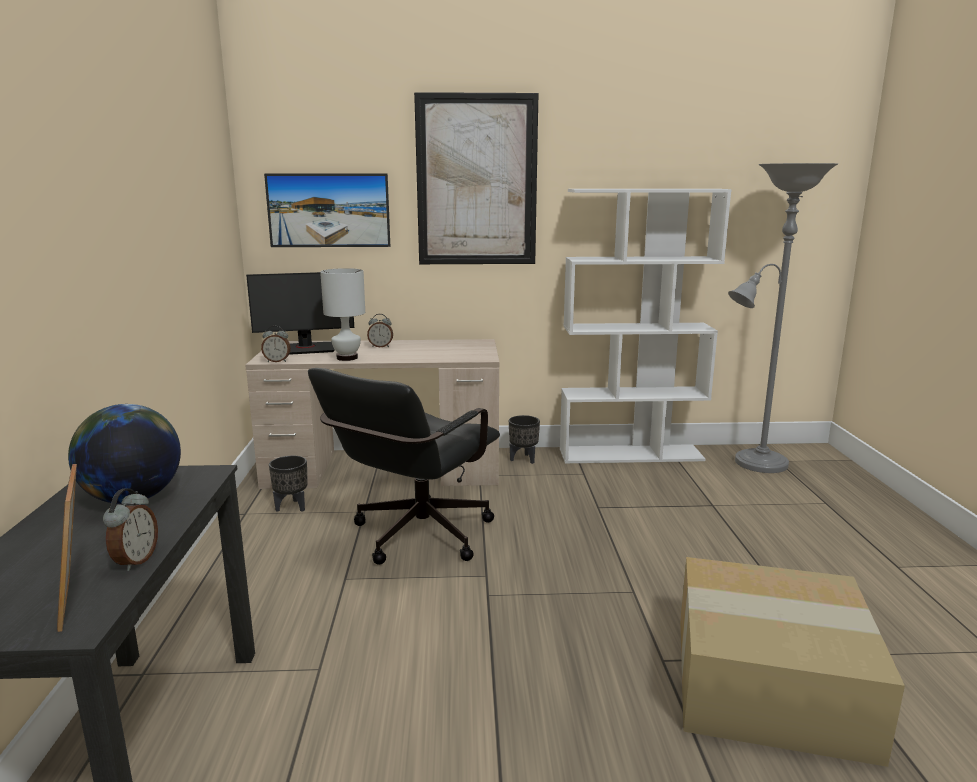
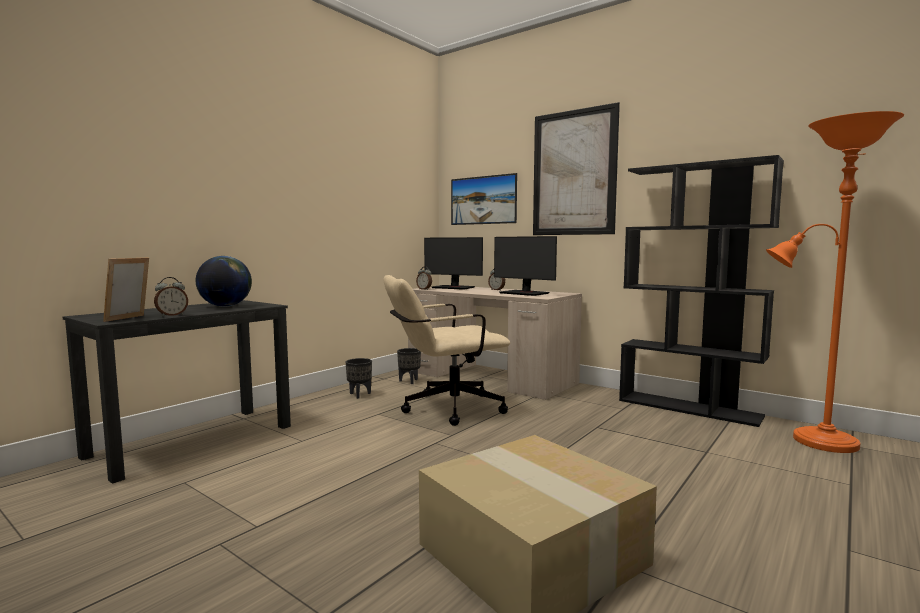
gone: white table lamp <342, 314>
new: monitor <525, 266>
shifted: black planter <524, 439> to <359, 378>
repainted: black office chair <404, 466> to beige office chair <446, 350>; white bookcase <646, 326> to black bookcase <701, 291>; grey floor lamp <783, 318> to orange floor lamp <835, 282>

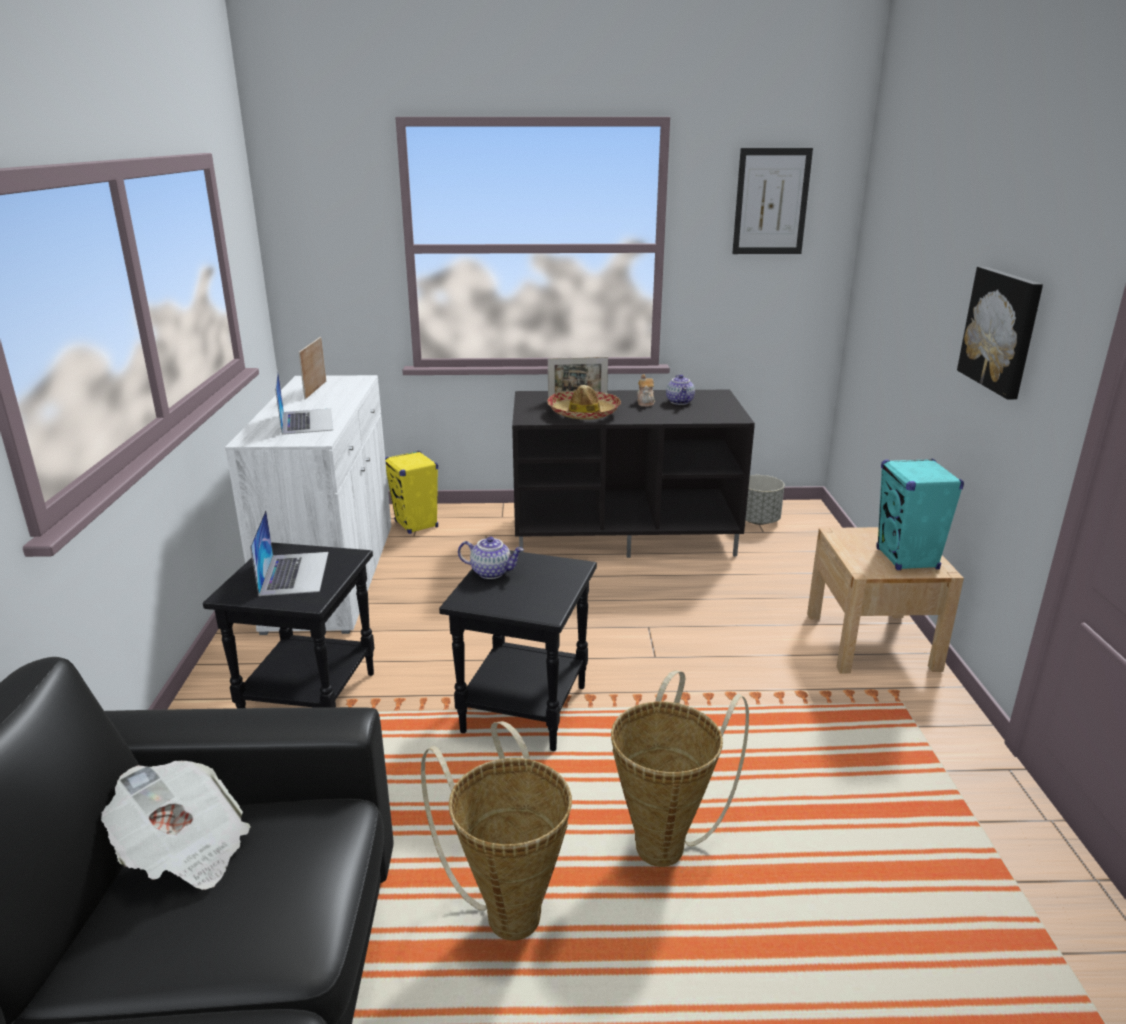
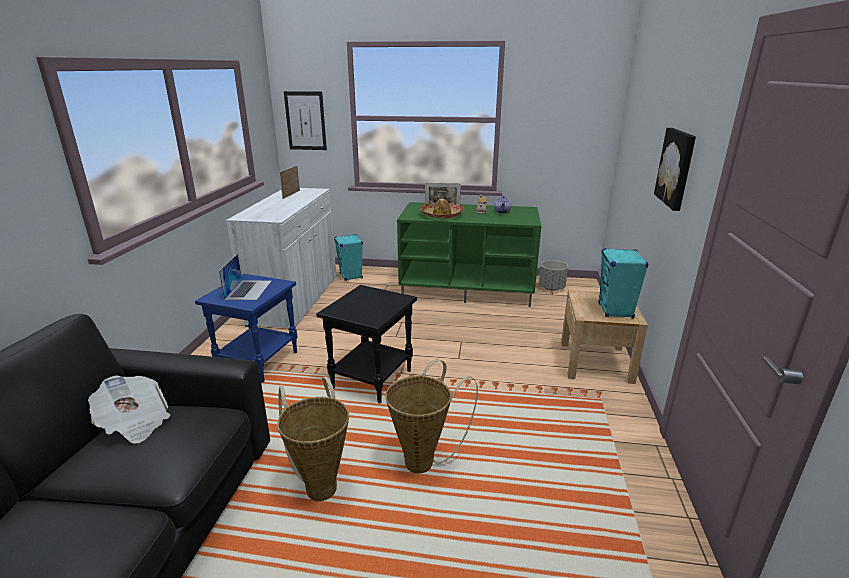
gone: laptop <304, 402>; teapot <491, 557>
shifted: picture <772, 201> to <305, 120>
repainted: black side table <289, 625> to blue side table <246, 328>; yellow speaker <411, 492> to turquoise speaker <348, 257>; black tv stand <633, 474> to green tv stand <469, 254>

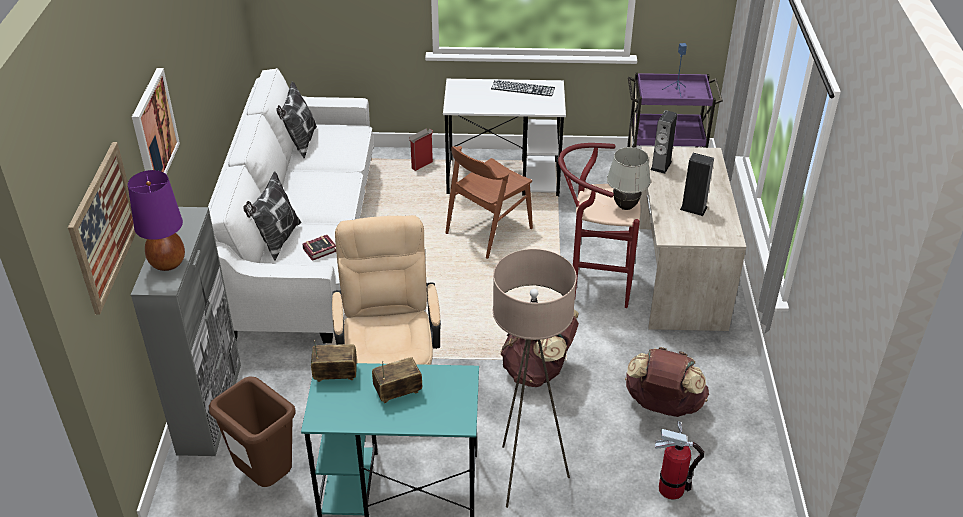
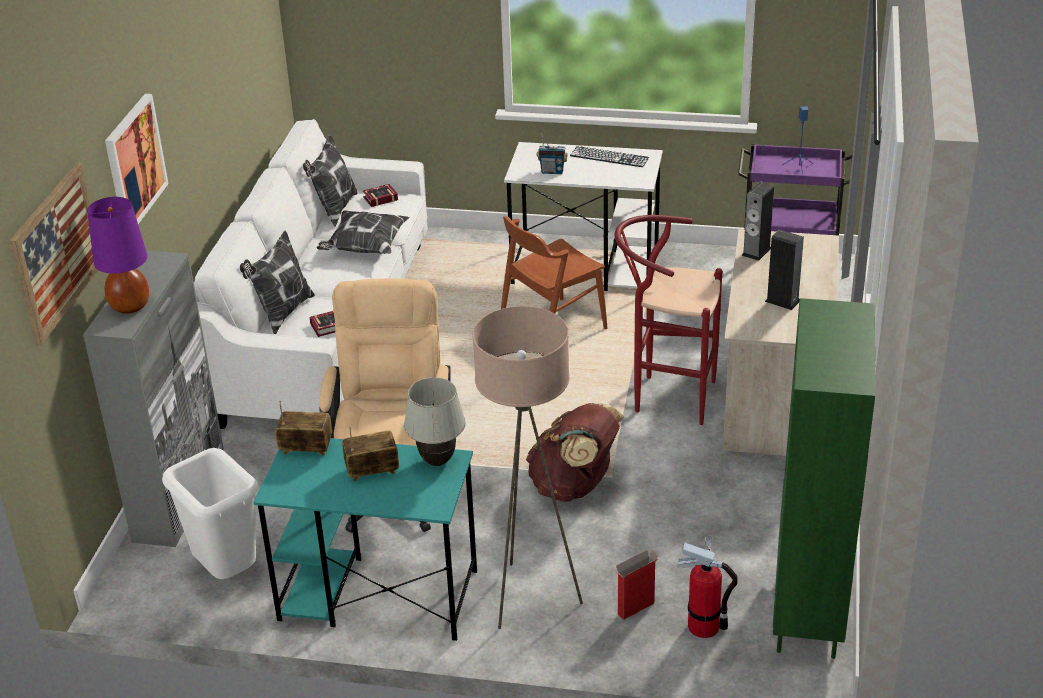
gone: brown backpack <667, 382>
new: pillow <362, 232>; book <380, 195>; radio <552, 153>; green bookcase <824, 478>
shifted: cardboard box <420, 149> to <637, 585>; white table lamp <629, 178> to <435, 421>
repainted: brown trash can <252, 431> to white trash can <210, 513>

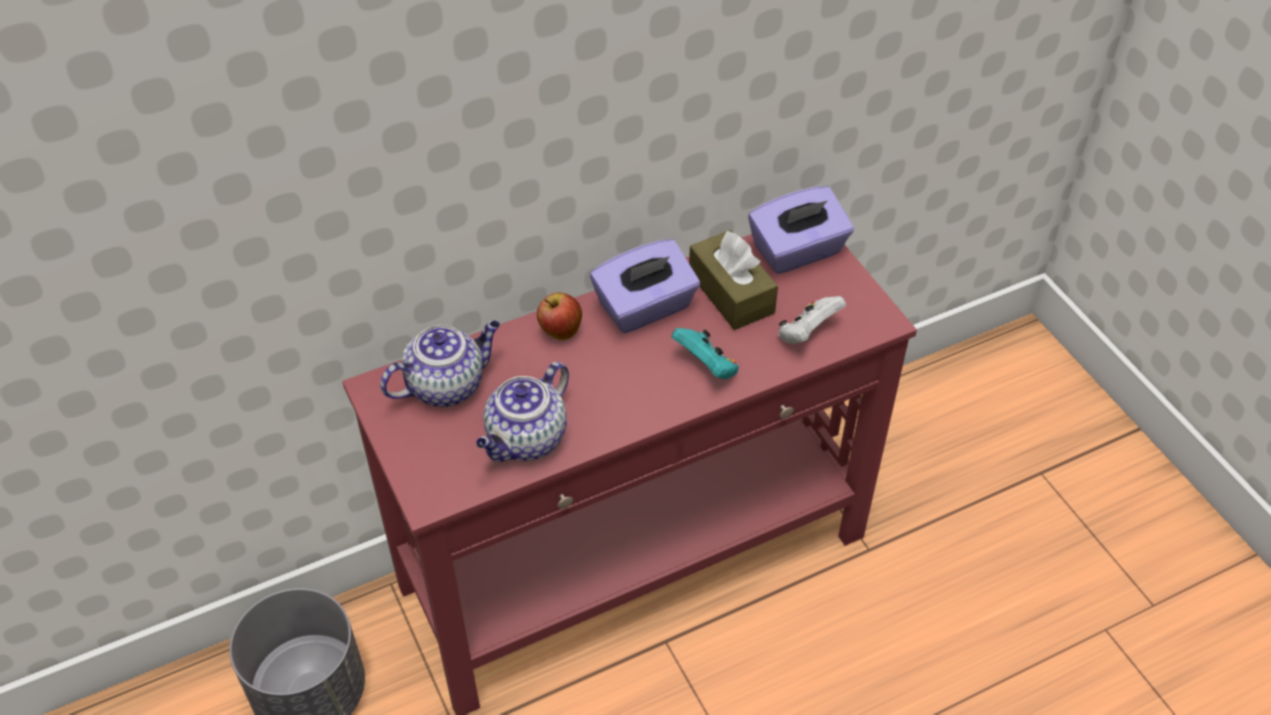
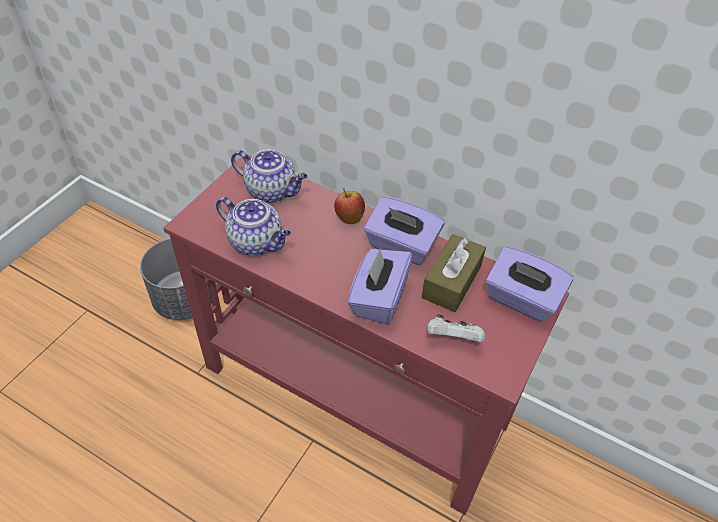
swapped: turquoise game controller <705, 353> to purple tissue box <380, 287>
rotated: teapot <522, 412> = <253, 226> 150 degrees counterclockwise

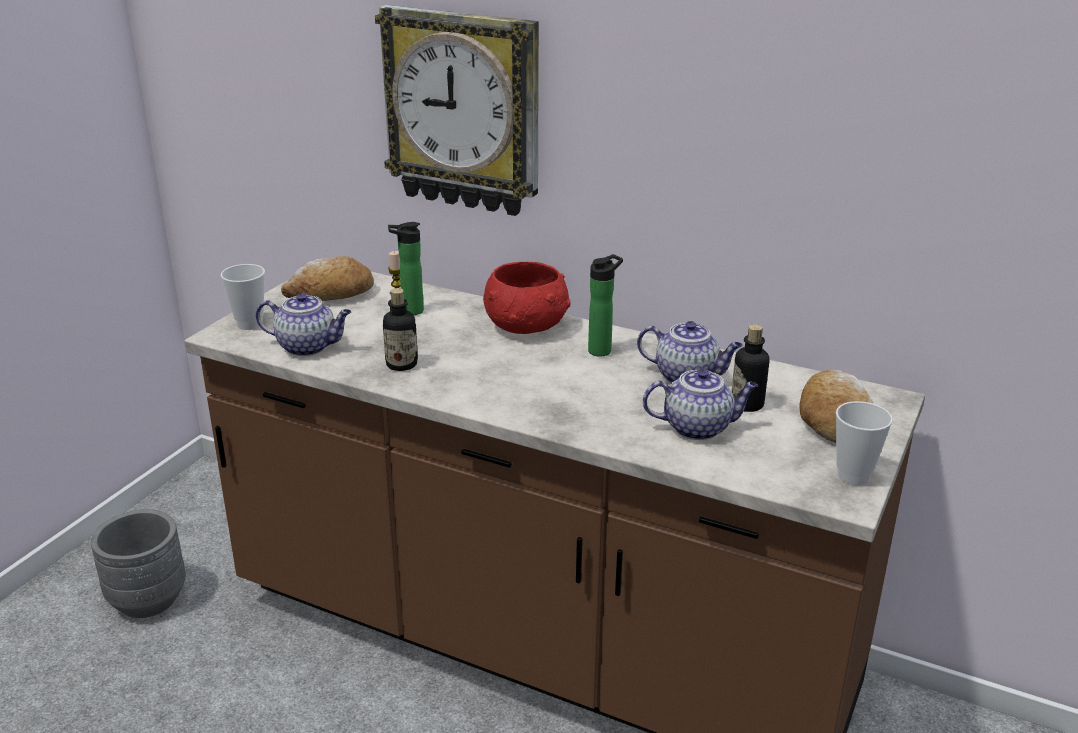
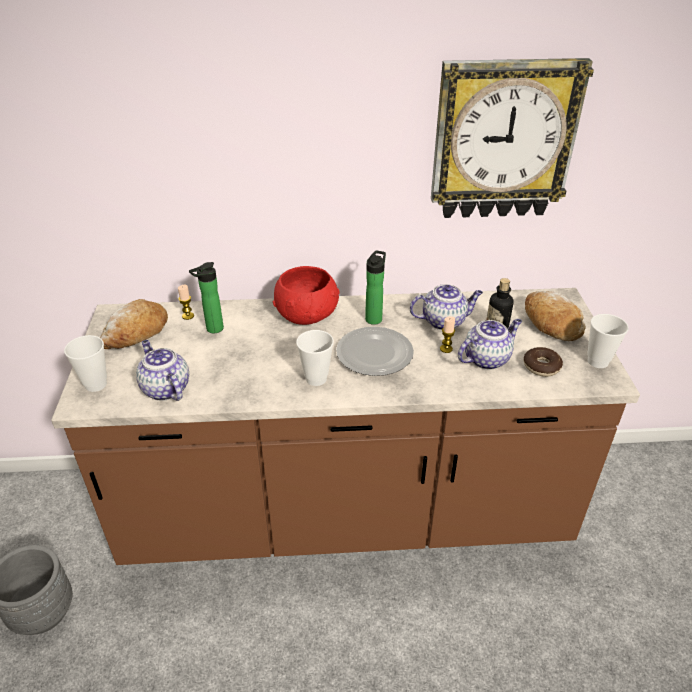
gone: bottle <400, 329>
new: cup <315, 358>; plate <375, 351>; candle <447, 334>; donut <543, 362>
shifted: wall clock <457, 110> to <512, 138>
rotated: teapot <303, 324> = <162, 370> 105 degrees counterclockwise

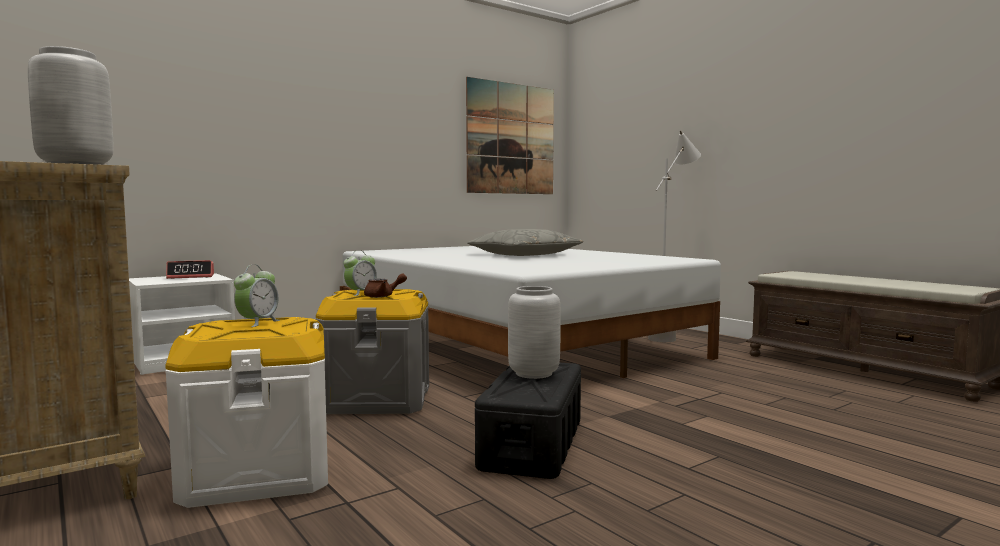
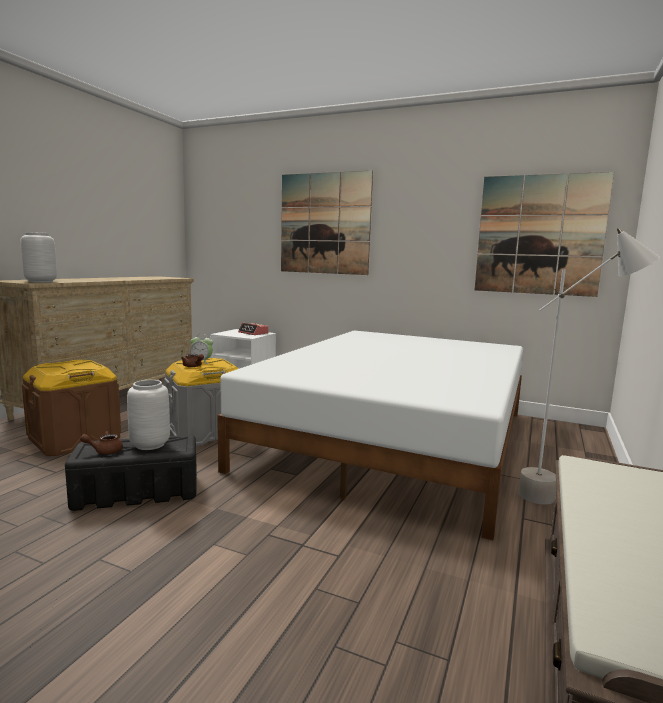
gone: alarm clock <257, 296>; grey pillow <525, 242>
new: brown teapot <101, 442>; picture <327, 223>
repainted: white storage box <246, 412> to brown storage box <71, 408>

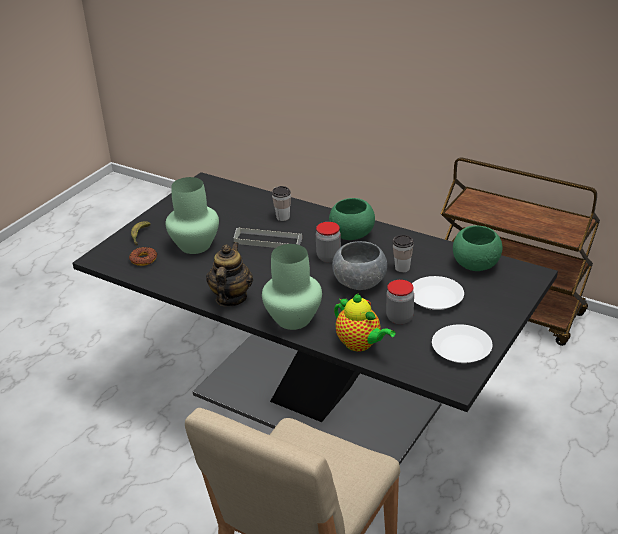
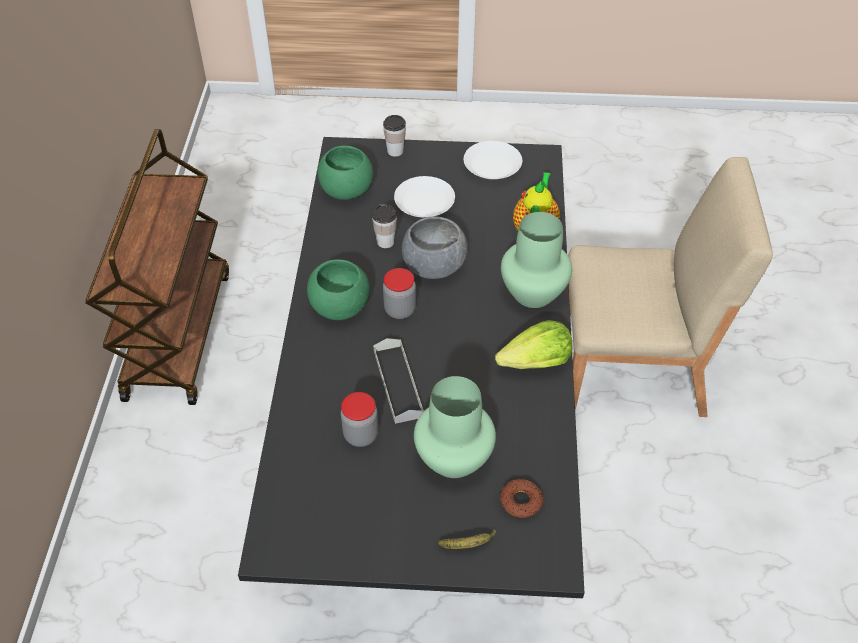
shifted: cup <281, 203> to <394, 136>; jar <400, 302> to <359, 419>
swapped: teapot <229, 274> to lettuce <533, 344>

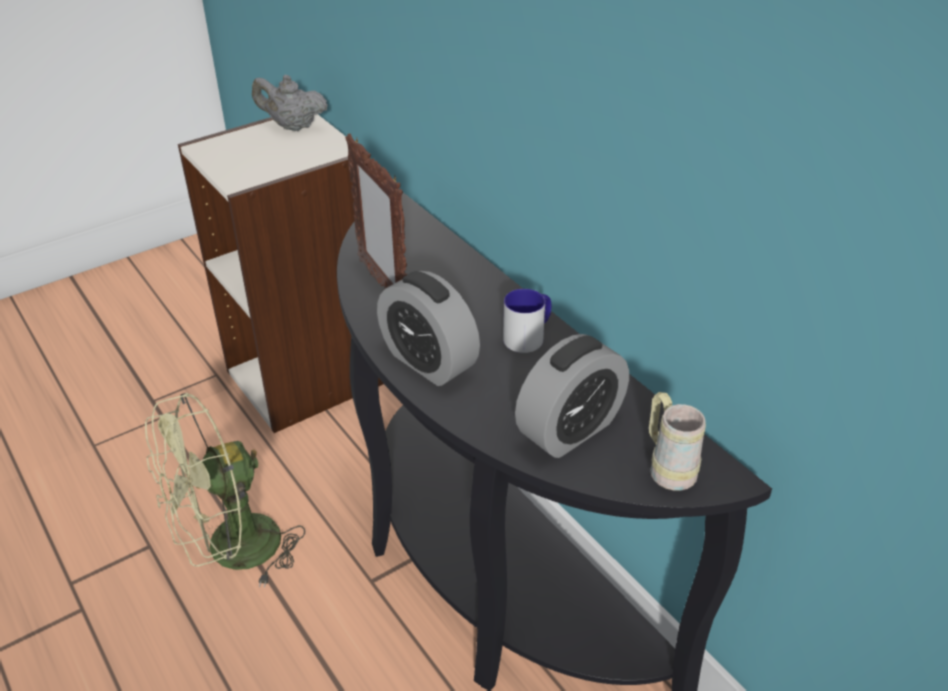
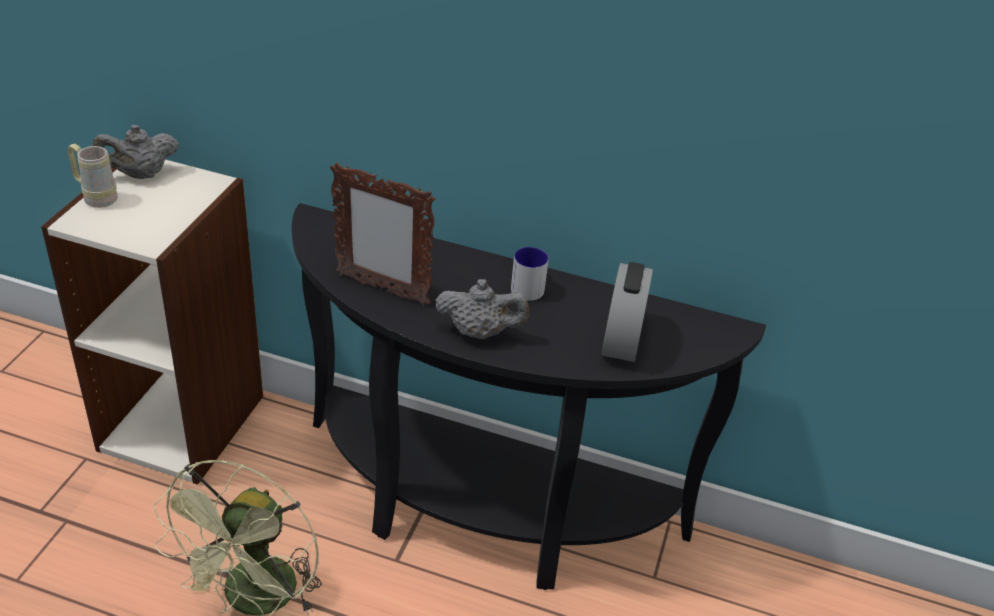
shifted: beige mug <677, 441> to <92, 176>
swapped: alarm clock <428, 328> to grey teapot <482, 309>

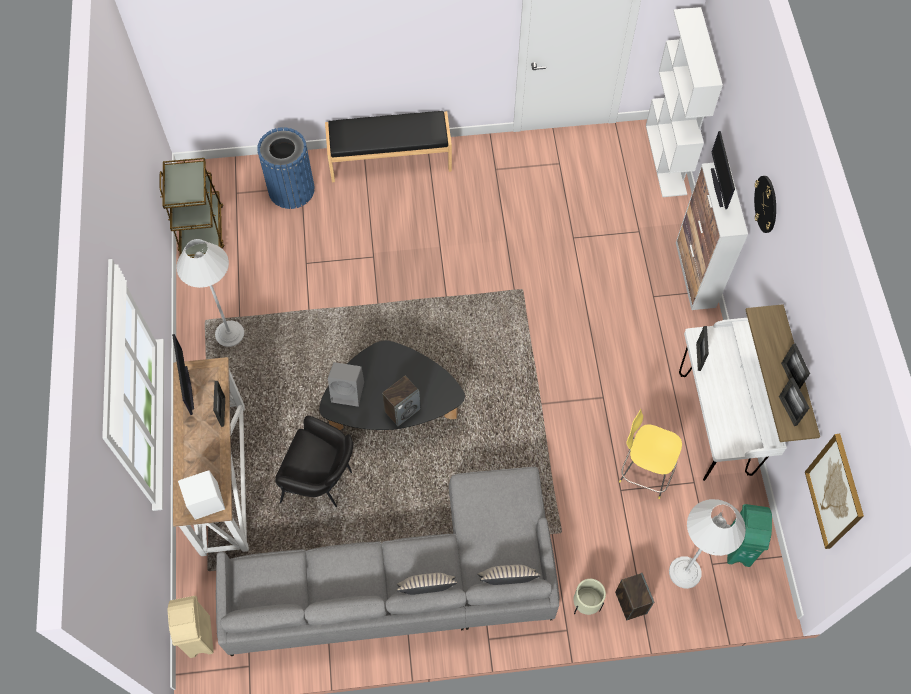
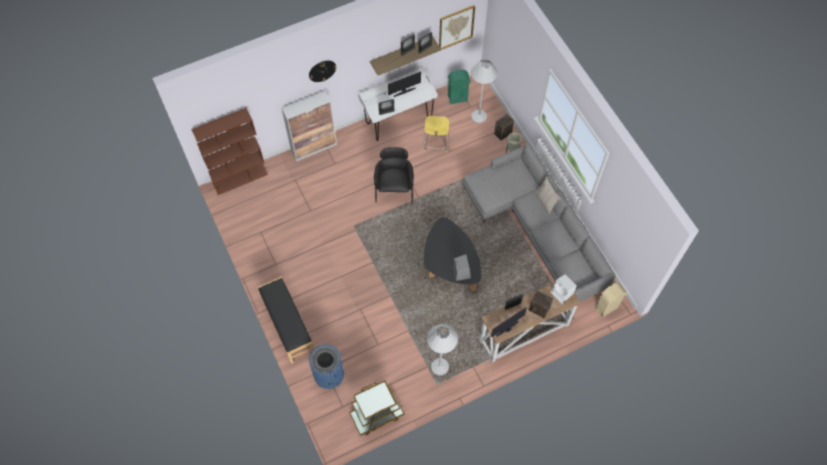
gone: beige pillow <509, 575>
shifted: black armchair <314, 461> to <394, 175>; speaker <401, 401> to <541, 304>; monitor <723, 170> to <404, 84>
repainted: white bookcase <684, 102> to brown bookcase <229, 151>

